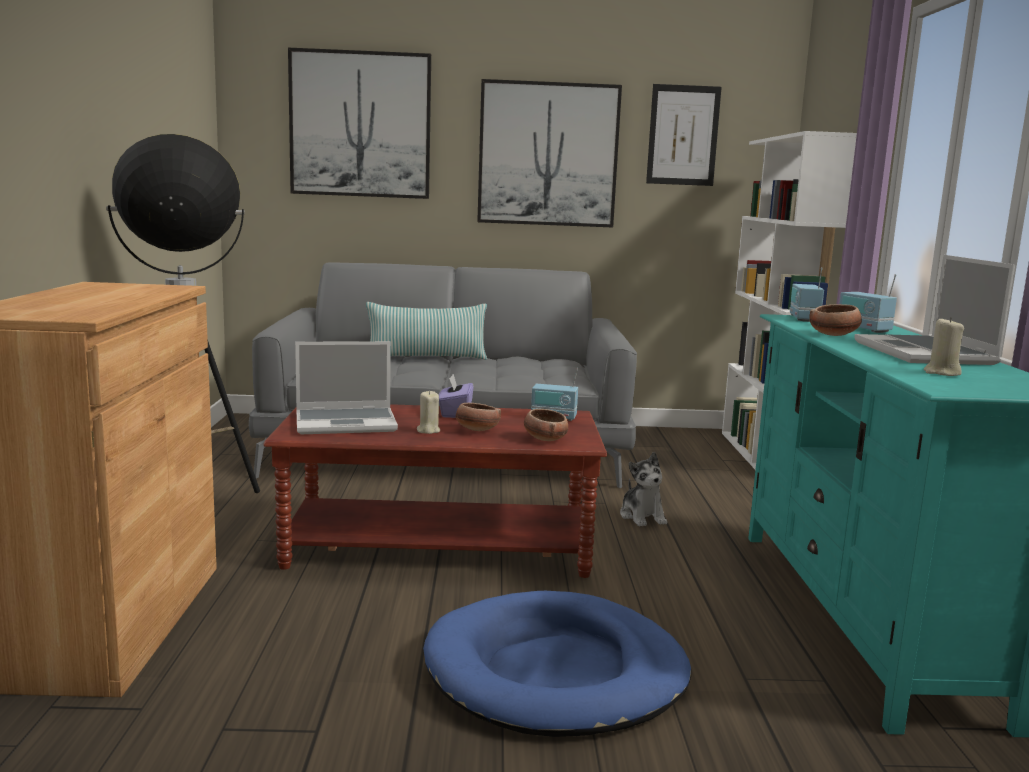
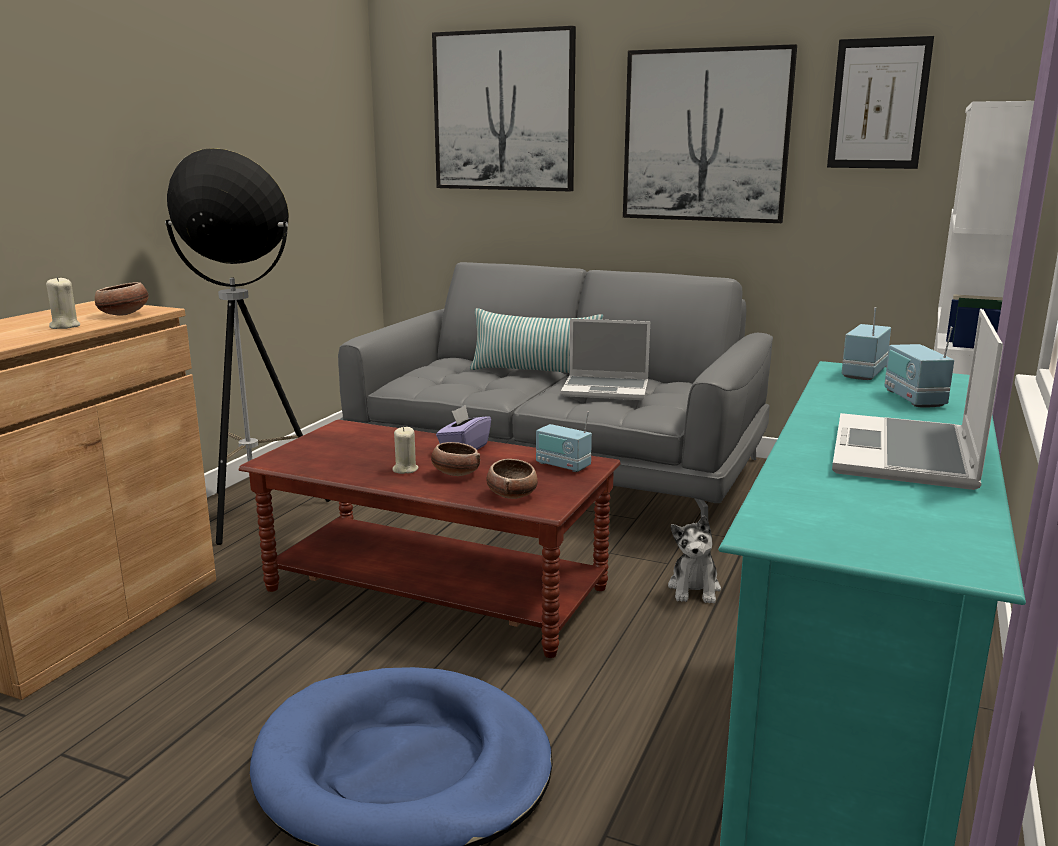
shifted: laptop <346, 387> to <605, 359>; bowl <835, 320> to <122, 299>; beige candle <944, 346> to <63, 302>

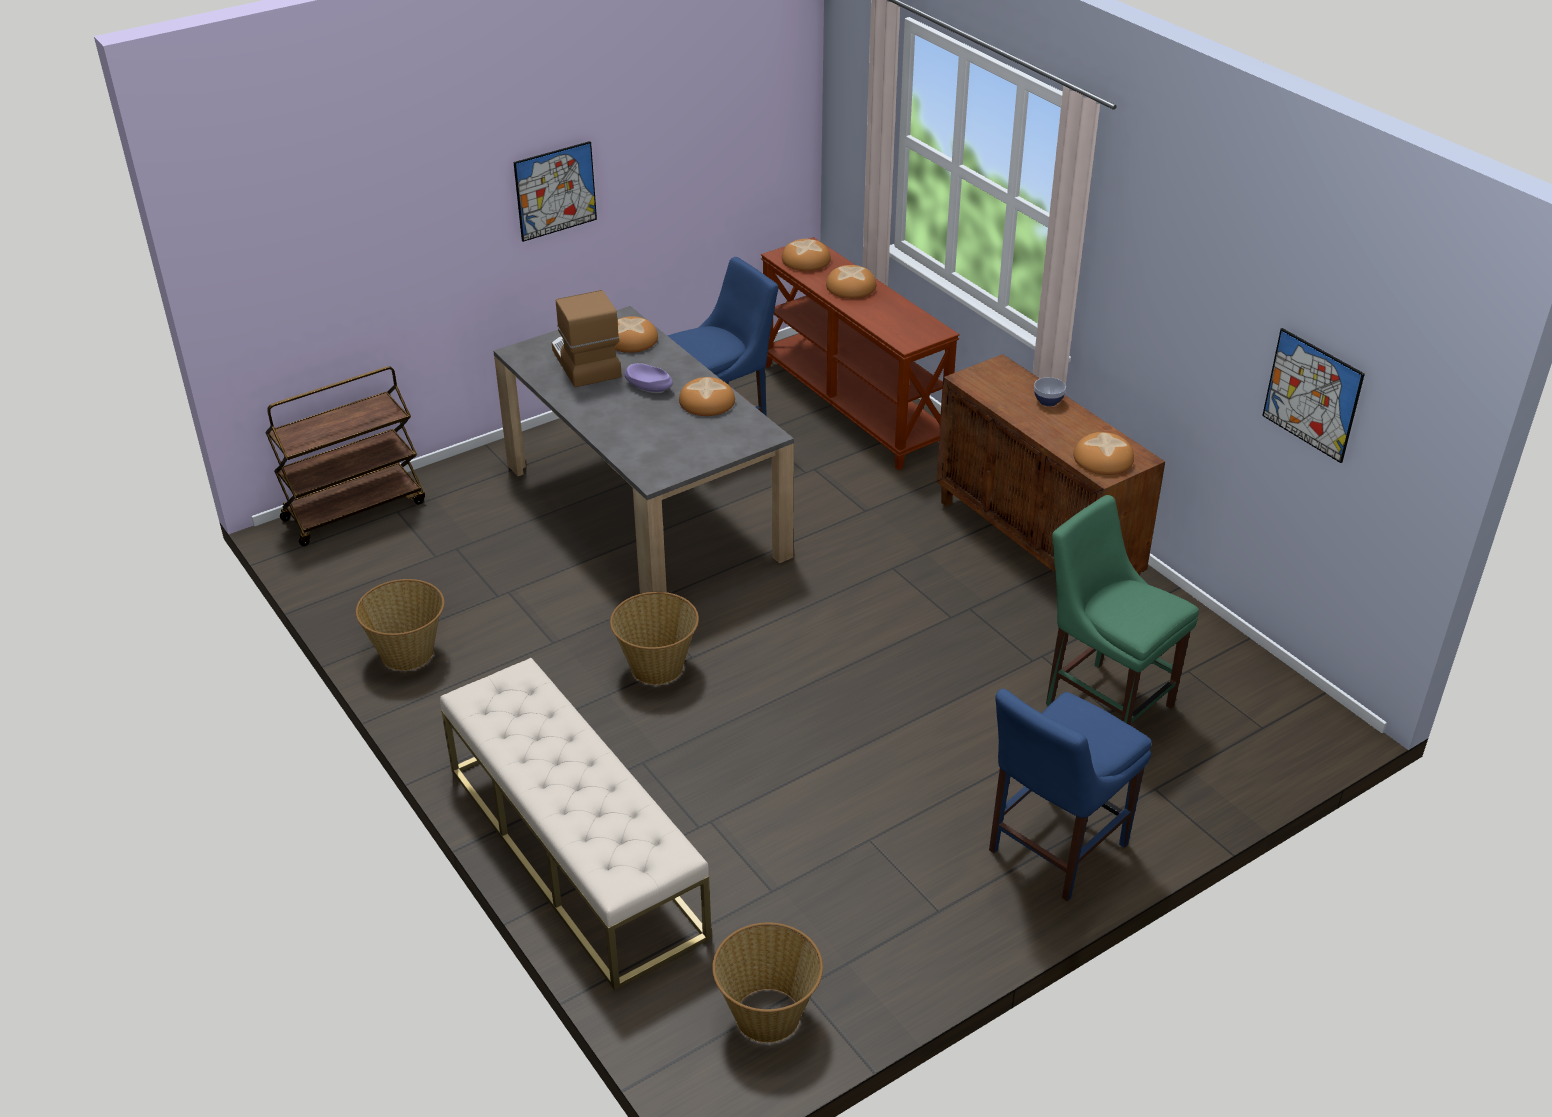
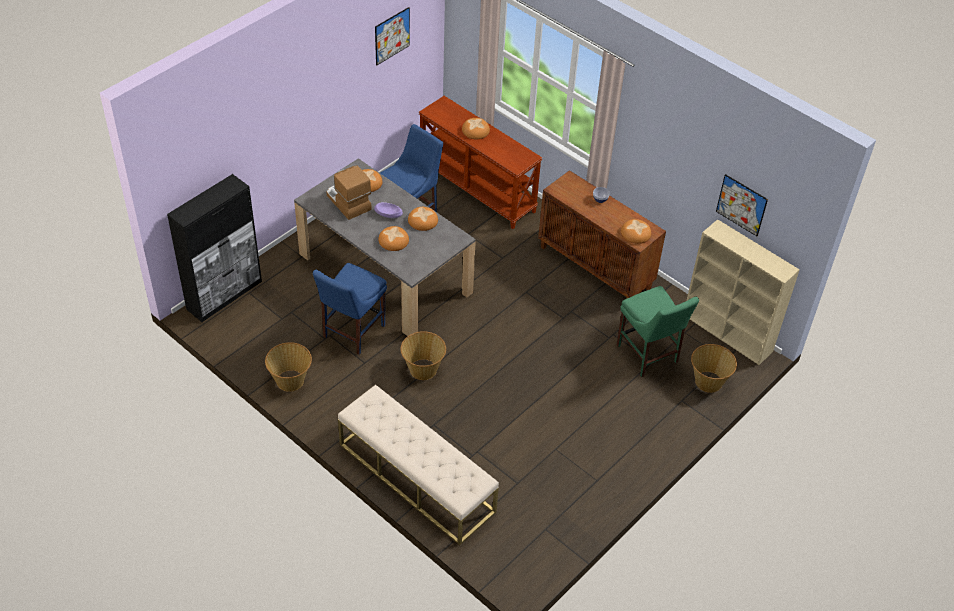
new: beige bookcase <743, 292>
shifted: picture <555, 191> to <392, 36>; basket <767, 982> to <714, 368>; bread <806, 255> to <393, 238>; blue chair <1070, 795> to <350, 309>
swapped: brown cart <345, 456> to black cabinet <214, 248>
rotated: green chair <1122, 610> = <658, 331> 150 degrees counterclockwise

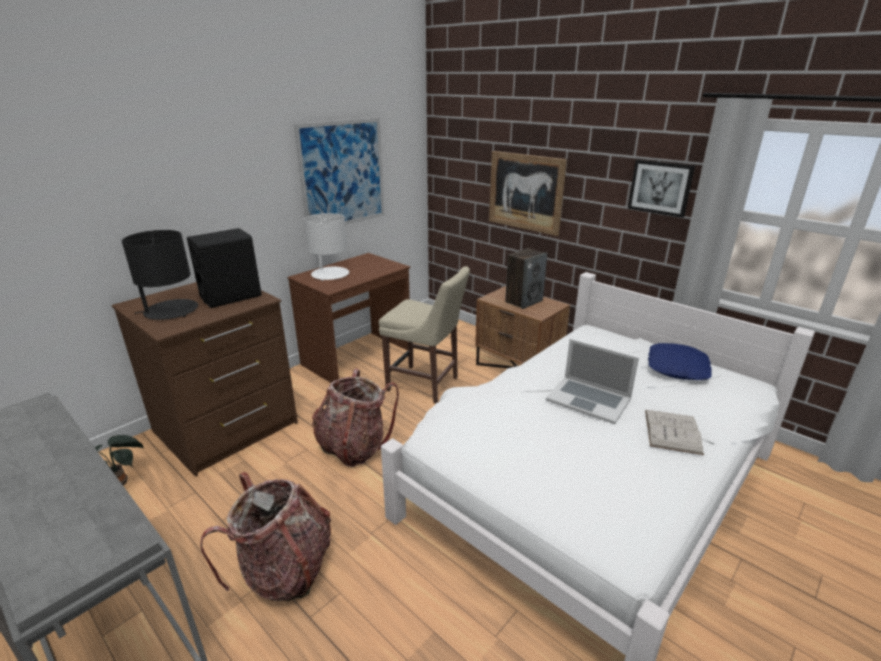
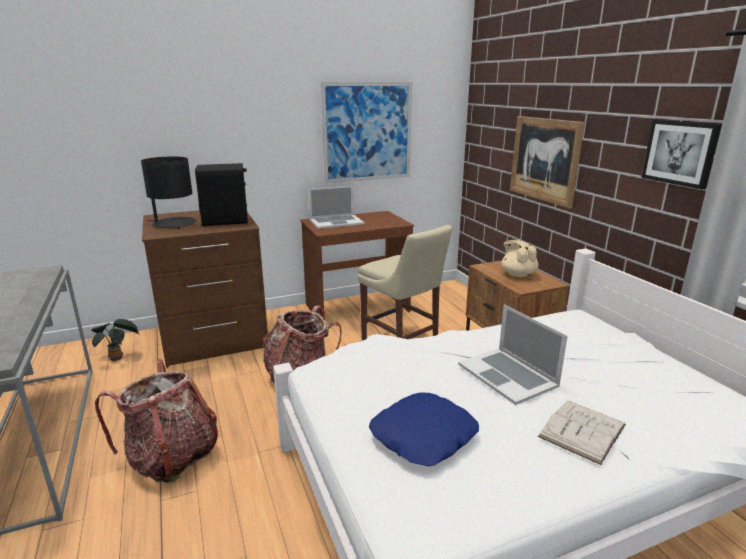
shifted: blue pillow <680, 361> to <424, 430>
swapped: white table lamp <326, 247> to laptop <336, 207>; speaker <526, 278> to beige teapot <519, 258>

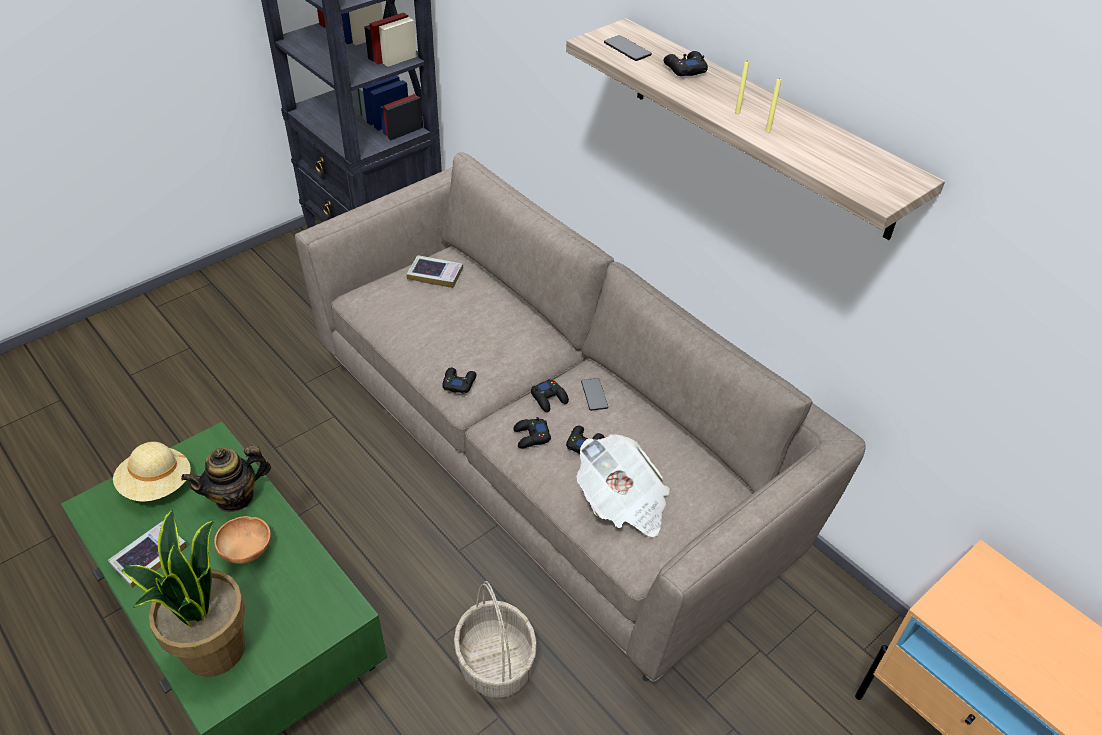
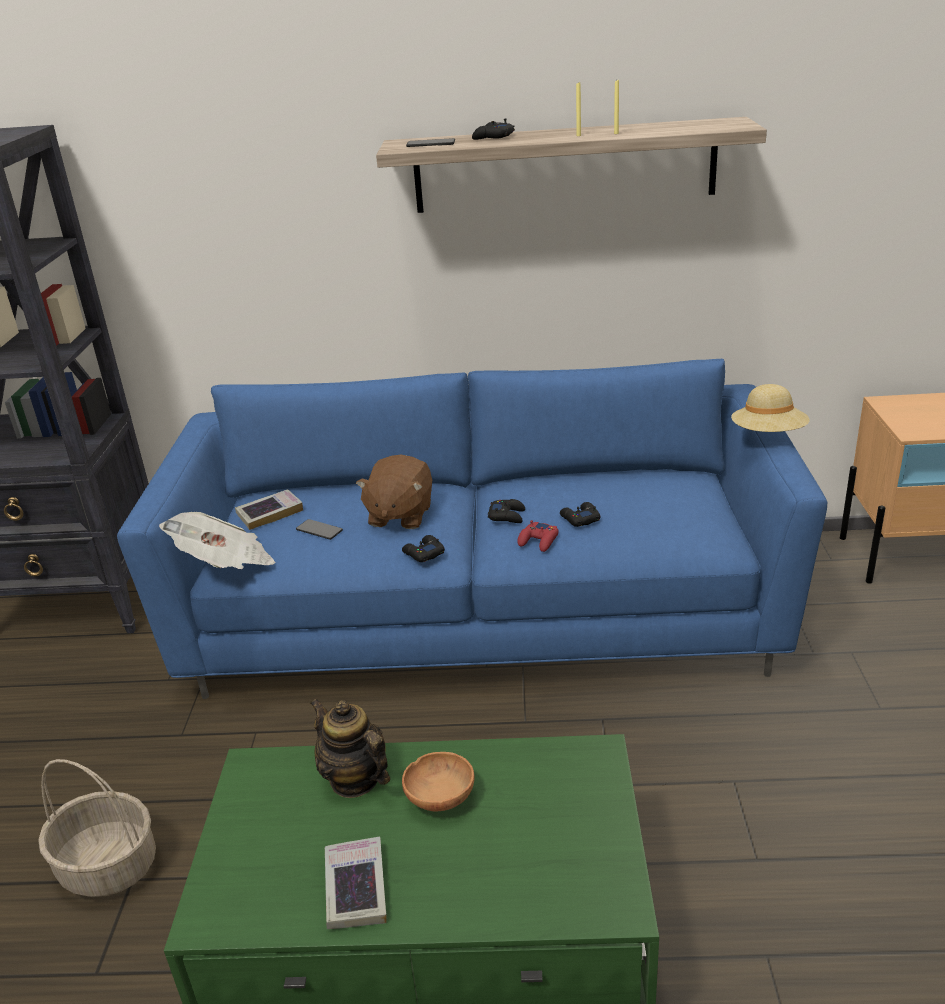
gone: potted plant <184, 592>
new: brown plush toy <394, 492>
shifted: beige hat <152, 472> to <770, 408>; basket <495, 639> to <97, 828>; newspaper <623, 485> to <217, 540>; phone <594, 394> to <319, 529>
repainted: beige sofa <580, 417> to blue sofa <472, 529>; black game controller <532, 433> to red game controller <538, 536>
rotated: teapot <226, 479> = <350, 748> 120 degrees clockwise

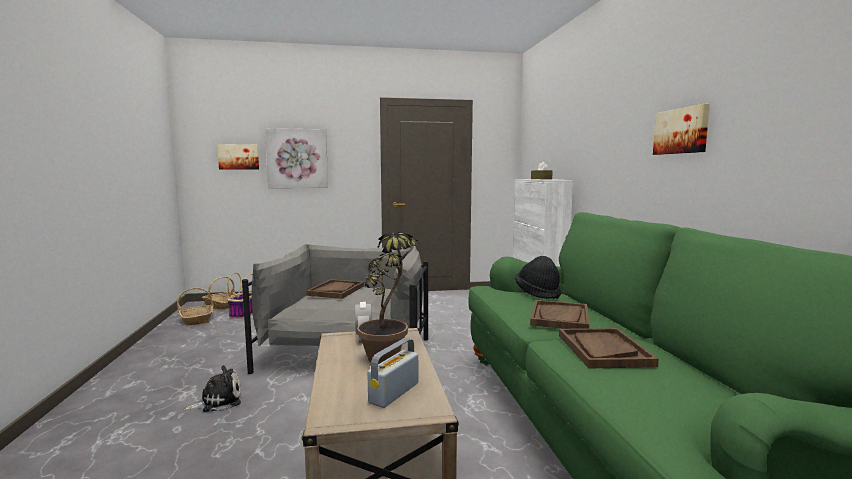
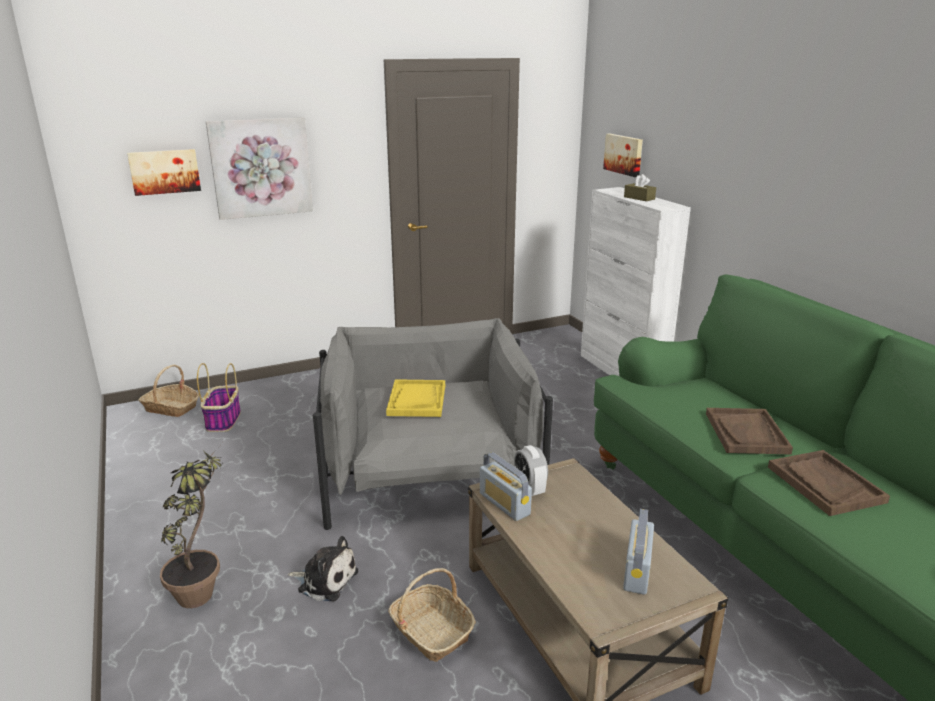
gone: black hat <538, 277>
new: radio <506, 486>
shifted: basket <195, 307> to <432, 615>; potted plant <388, 298> to <191, 528>; picture <681, 129> to <623, 155>
repainted: brown tray <335, 289> to yellow tray <415, 398>
rotated: plush toy <212, 388> = <323, 568> 60 degrees clockwise

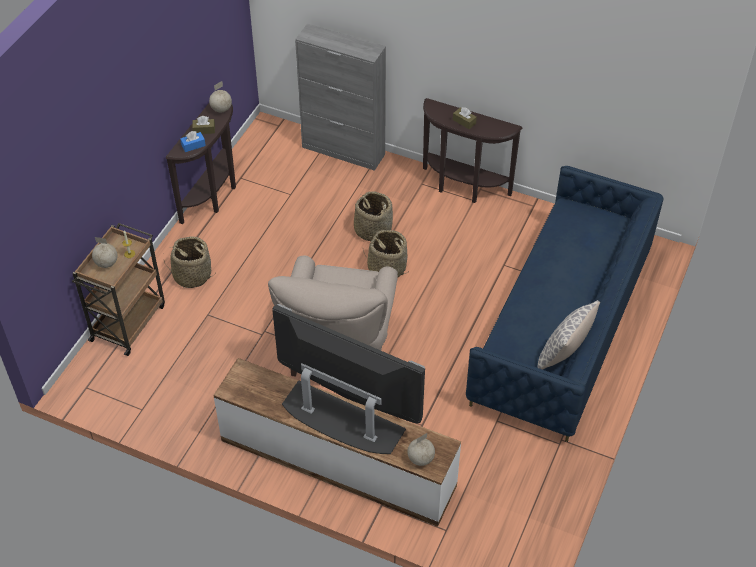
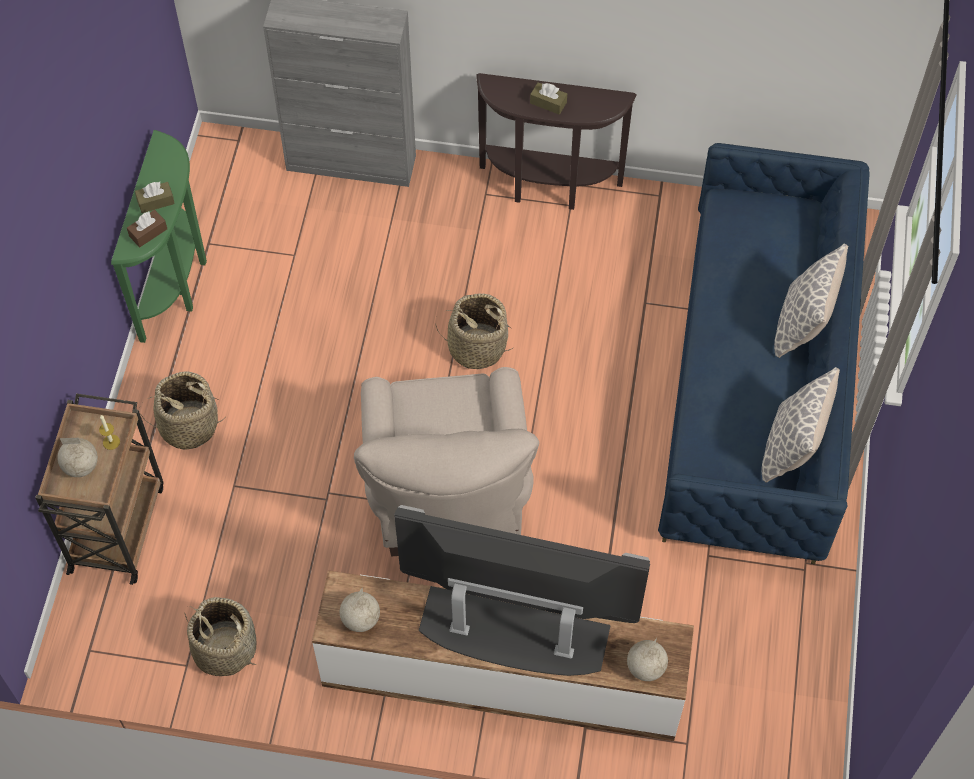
new: pillow <811, 301>
shifted: globe <220, 96> to <360, 610>; basket <373, 216> to <220, 636>
repainted: brown console table <200, 163> to green console table <159, 236>; blue tissue box <193, 141> to brown tissue box <147, 228>

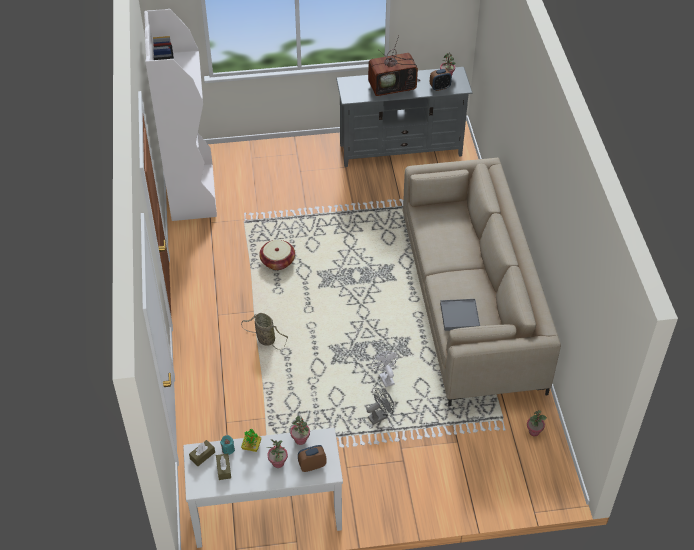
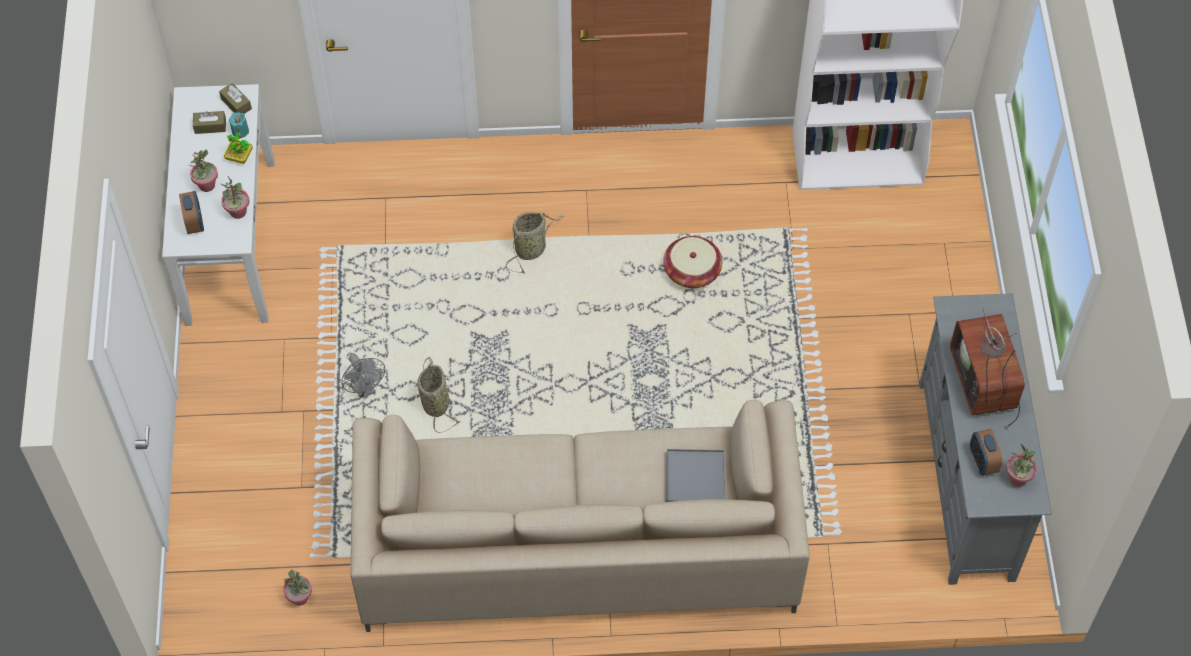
shifted: grey tray <460, 315> to <695, 475>
swapped: white fan <384, 369> to basket <438, 395>

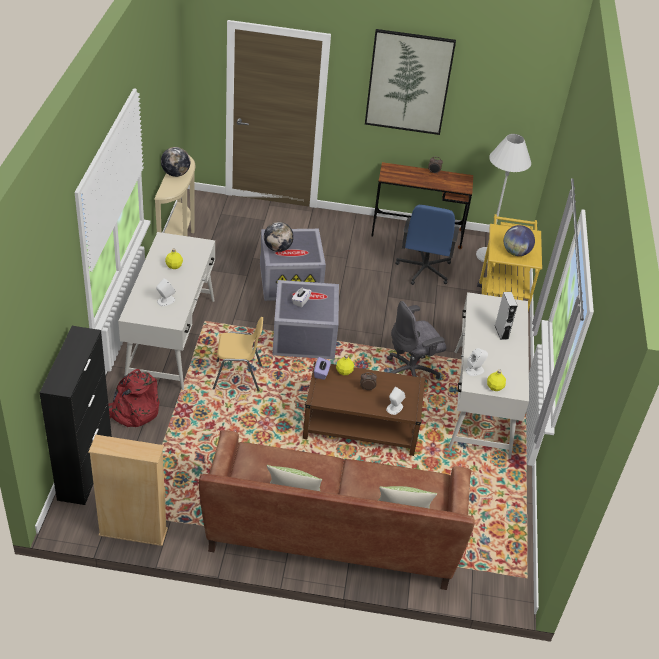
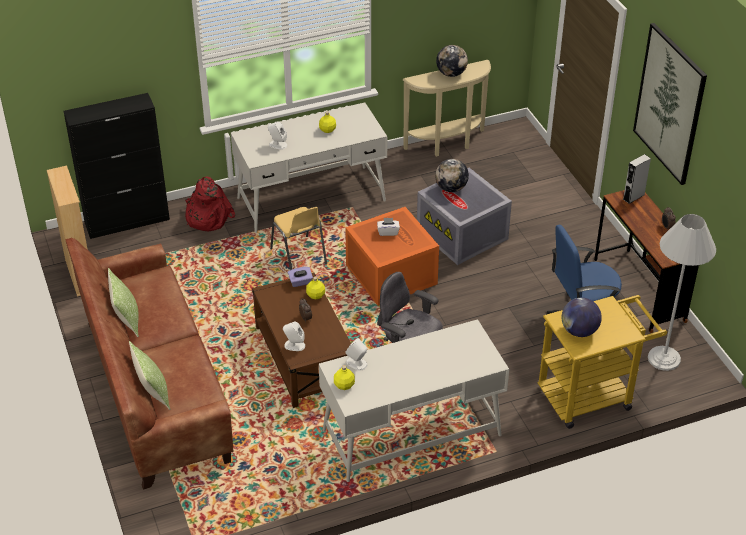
shifted: grey speaker <506, 316> to <637, 179>
repainted: grey storage box <306, 319> to orange storage box <392, 256>

